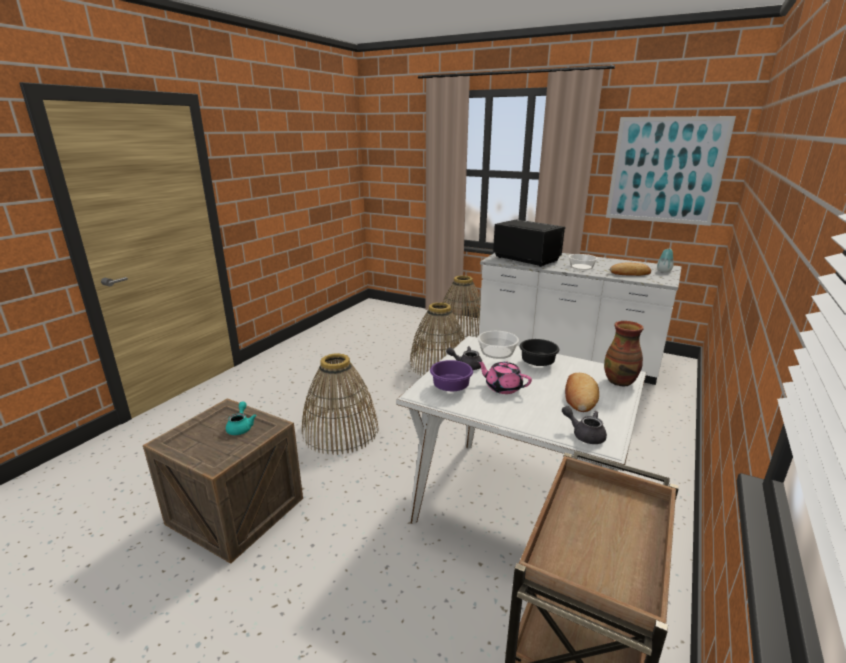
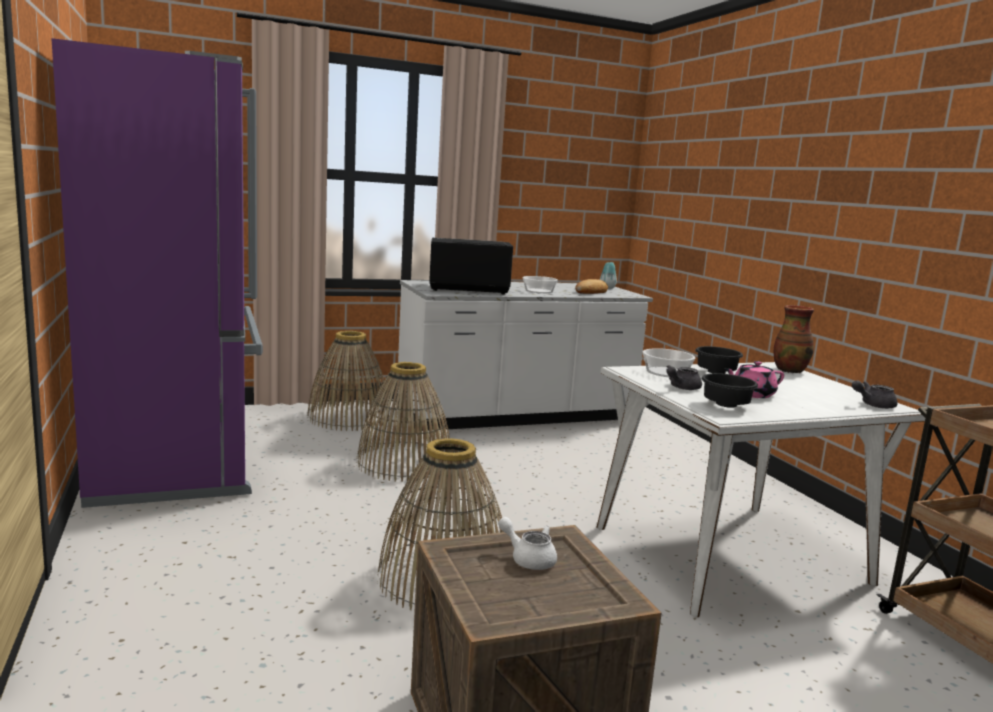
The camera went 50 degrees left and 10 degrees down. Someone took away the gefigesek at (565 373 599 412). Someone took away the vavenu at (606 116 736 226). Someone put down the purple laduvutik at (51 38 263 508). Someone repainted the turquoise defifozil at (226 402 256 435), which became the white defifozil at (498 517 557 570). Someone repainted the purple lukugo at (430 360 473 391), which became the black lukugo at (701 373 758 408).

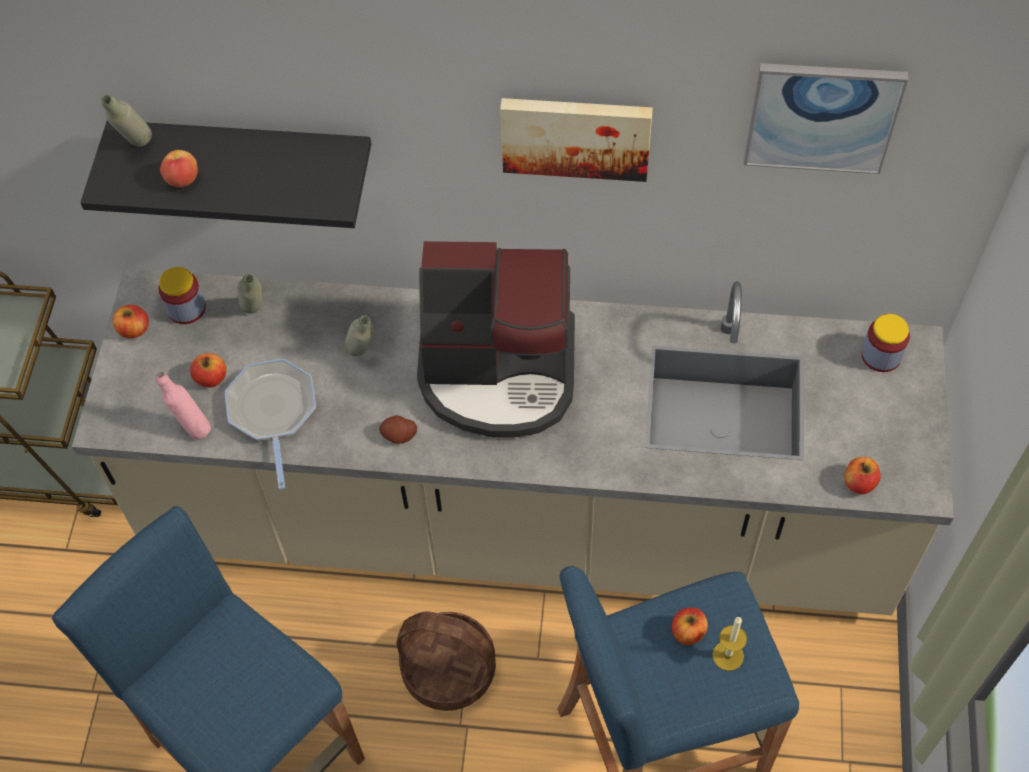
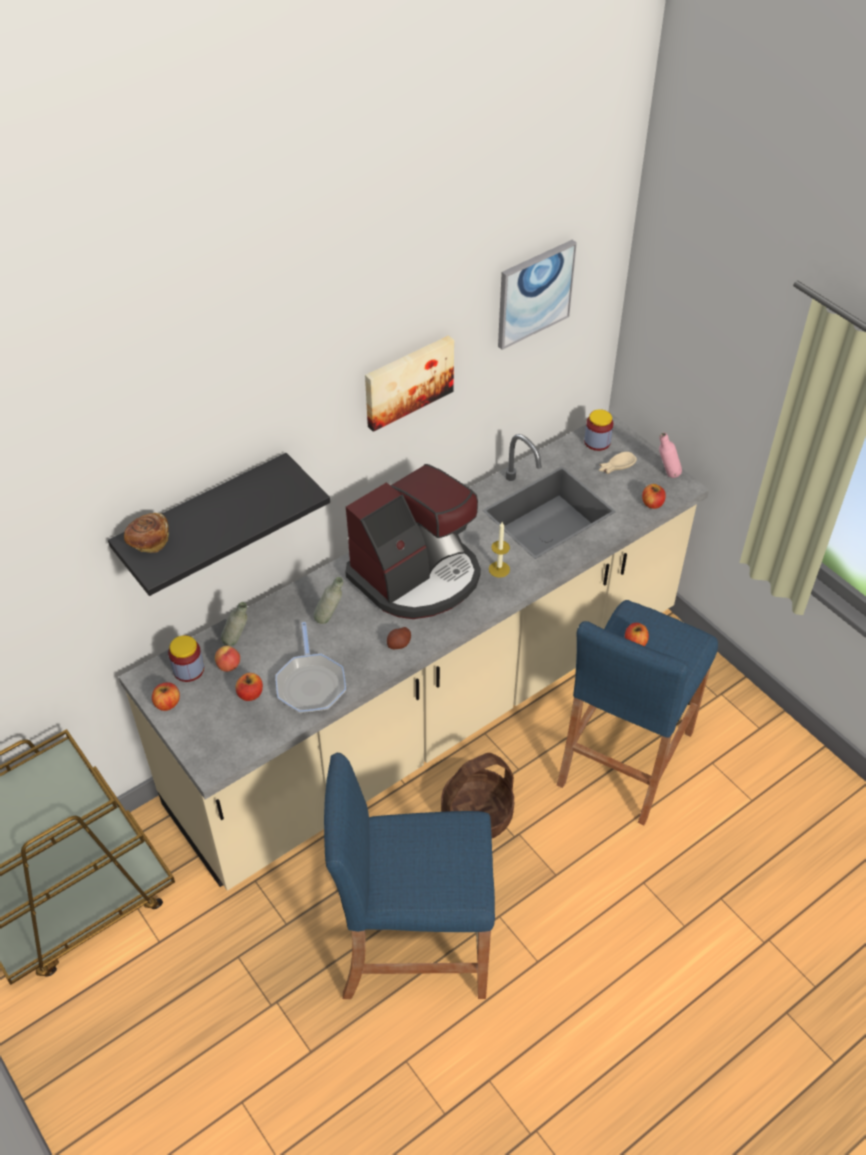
The camera went 45 degrees left and 10 degrees down. Someone put down the beige lukugo at (599 452 637 474). Someone carried the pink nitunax from (155 372 211 440) to (659 432 682 478). Someone carried the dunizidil from (160 150 198 187) to (215 646 240 672). Someone carried the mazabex from (712 617 747 671) to (489 522 510 578). Someone swapped the grey nitunax at (101 95 152 147) for the gefigesek at (124 513 169 553). Someone rotated the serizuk at (225 359 316 490) by 135 degrees counterclockwise.

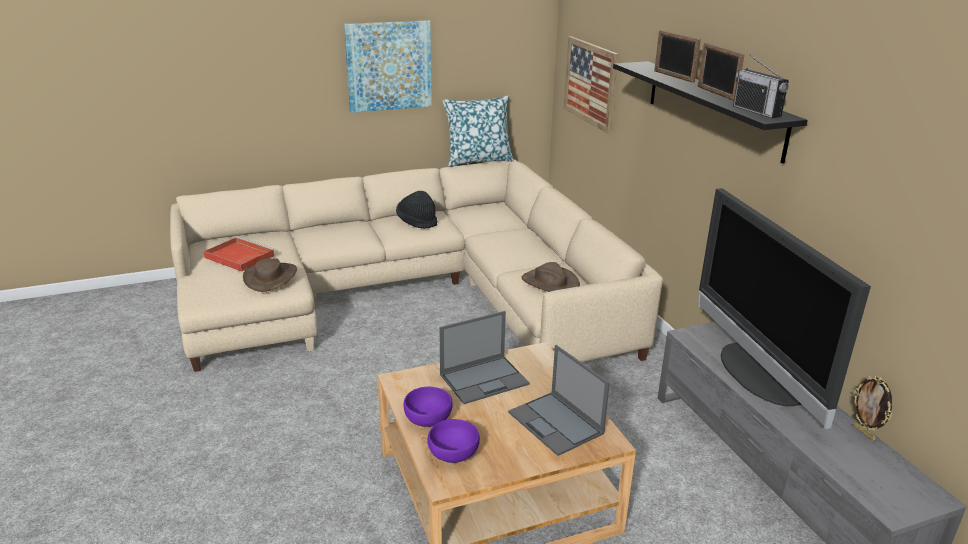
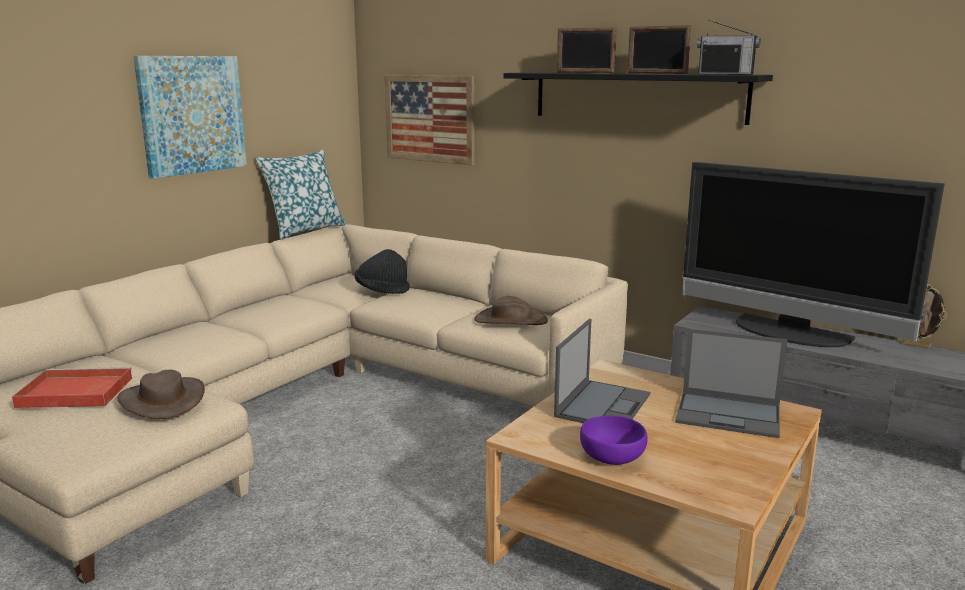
The camera went 35 degrees left and 10 degrees down. Someone took away the purple lukugo at (427 419 480 463). Someone carried the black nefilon from (396 191 437 229) to (355 249 409 294).

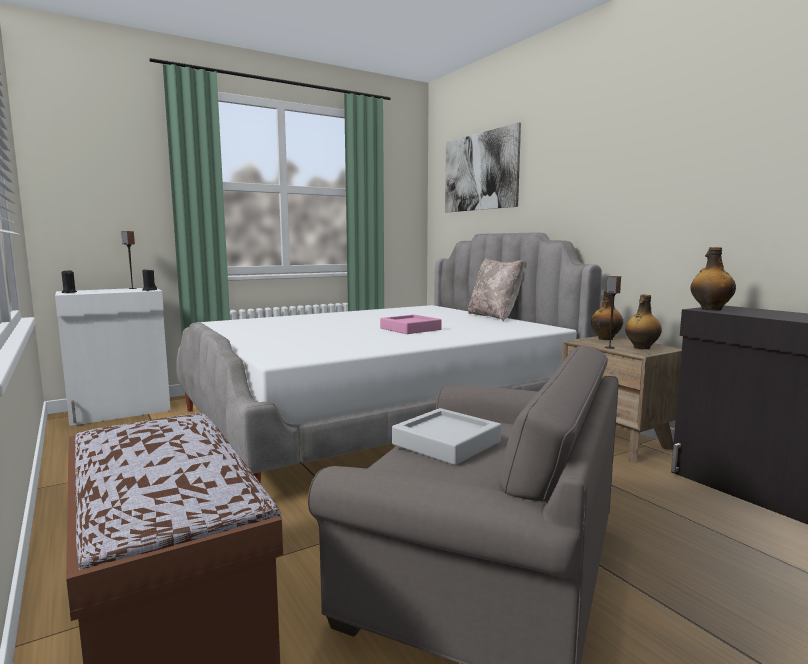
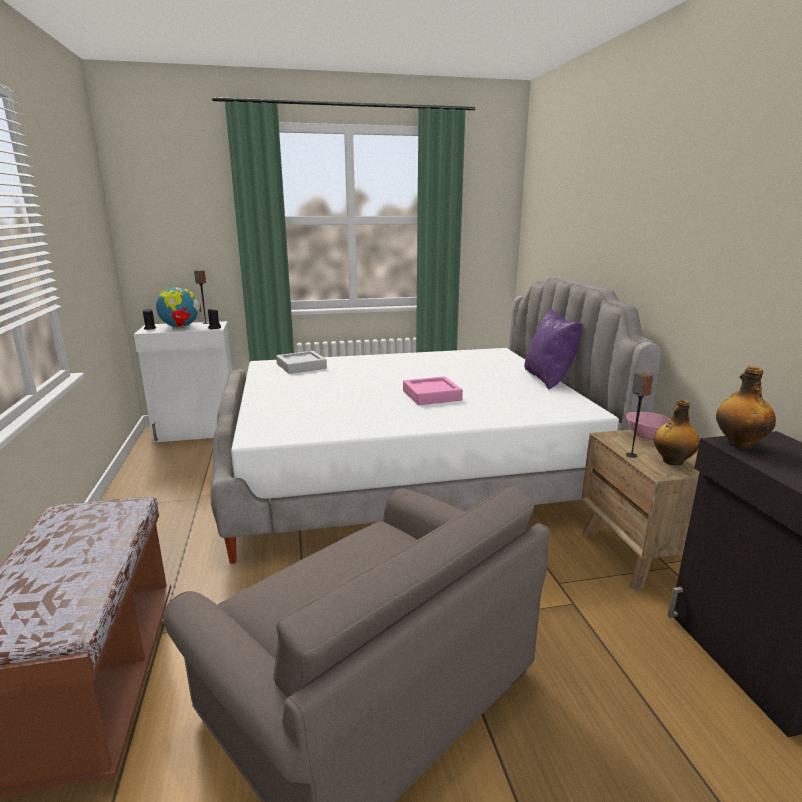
The camera went 20 degrees right and 10 degrees up. Someone took away the vavenu at (445 123 521 213). Someone put down the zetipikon at (156 287 201 328). Someone carried the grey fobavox from (392 408 501 465) to (276 351 327 374). Someone swapped the nitunax at (591 290 623 340) for the pink lukugo at (626 412 670 440). Someone repainted the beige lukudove at (468 259 524 321), which became the purple lukudove at (524 309 582 390).

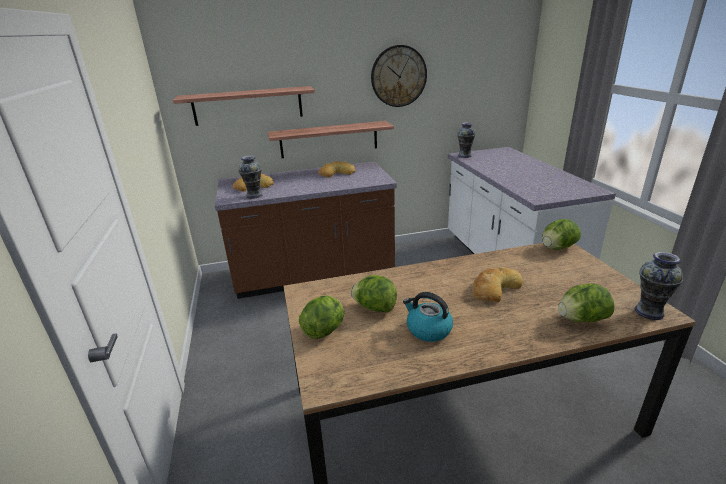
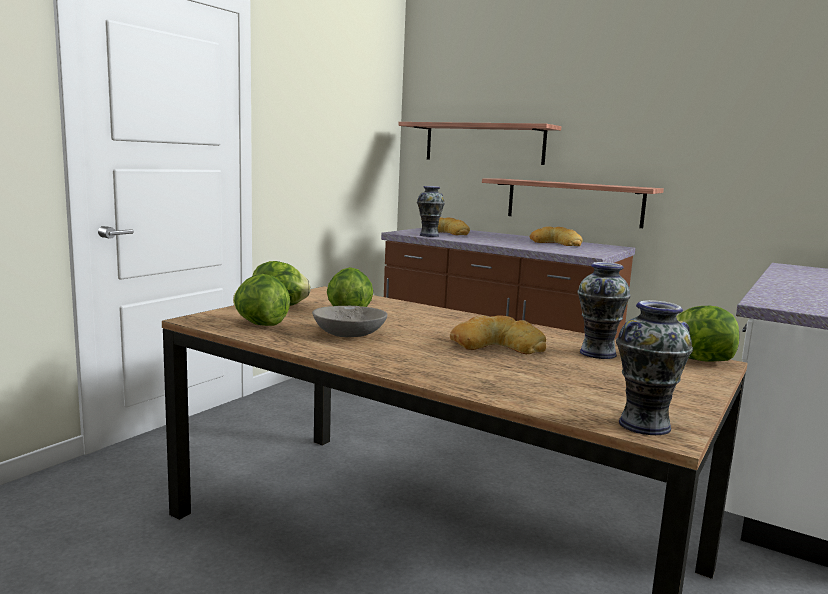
The camera went 45 degrees right and 15 degrees down. Someone took away the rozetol at (371 45 427 107). Someone carried the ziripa from (457 122 476 158) to (577 262 631 359). Someone carried the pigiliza from (558 283 615 322) to (233 274 290 326). Someone swapped the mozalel at (403 292 453 342) for the grey lukugo at (312 306 388 337).

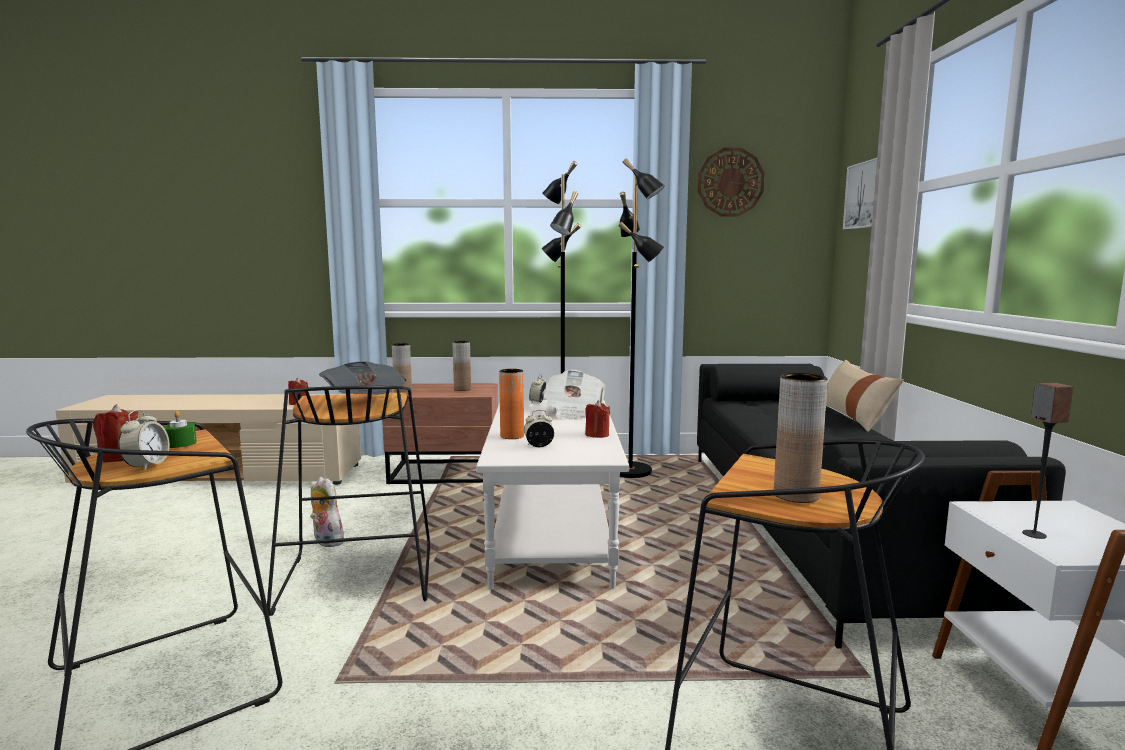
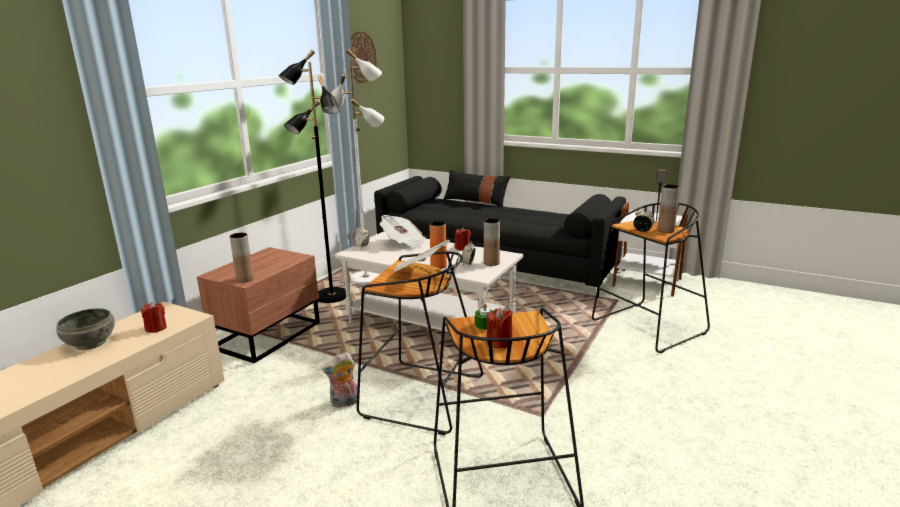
The camera went 60 degrees left and 10 degrees up. Someone took away the vavenu at (843 158 877 230). Someone put down the grey lukugo at (56 308 115 350). Someone carried the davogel from (118 410 170 470) to (633 208 655 232). Someone carried the brown ziripa from (452 341 471 391) to (484 218 500 266). Someone repainted the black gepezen at (618 158 665 478), which became the white gepezen at (331 49 384 285). Someone repainted the beige lukudove at (826 360 904 432), which became the black lukudove at (444 170 511 207).

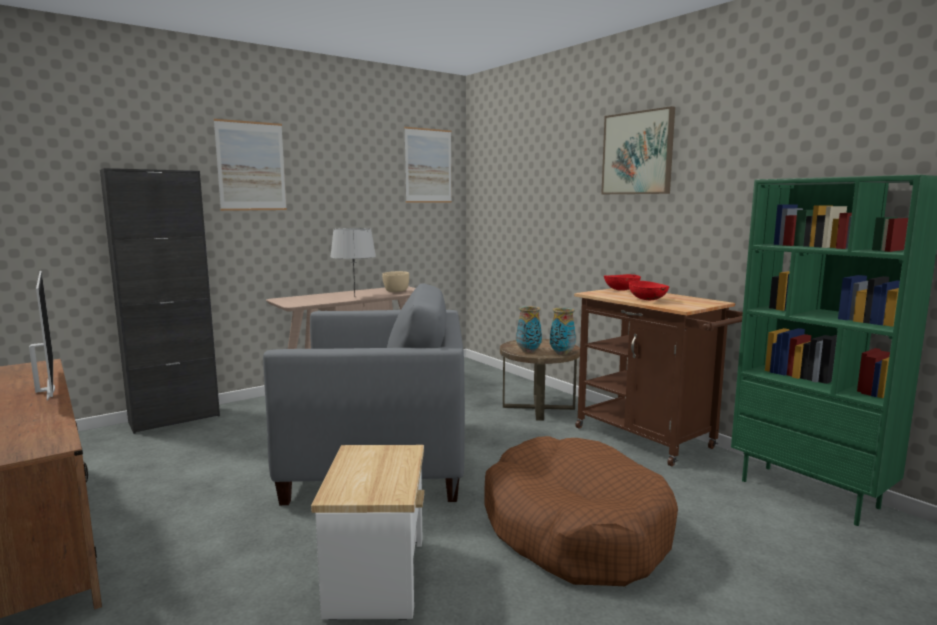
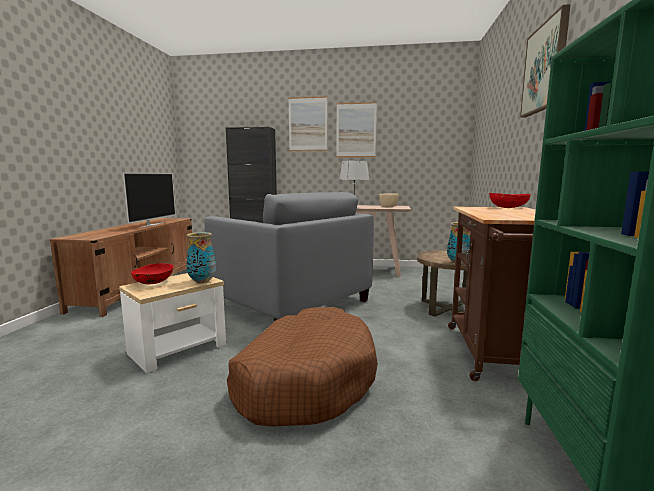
The camera went 45 degrees right and 0 degrees up. Someone carried the vavenu from (404 127 452 203) to (336 102 377 157). Someone carried the ziripa from (516 306 542 353) to (187 232 216 284). Someone carried the red lukugo from (629 280 670 300) to (131 263 174 284).

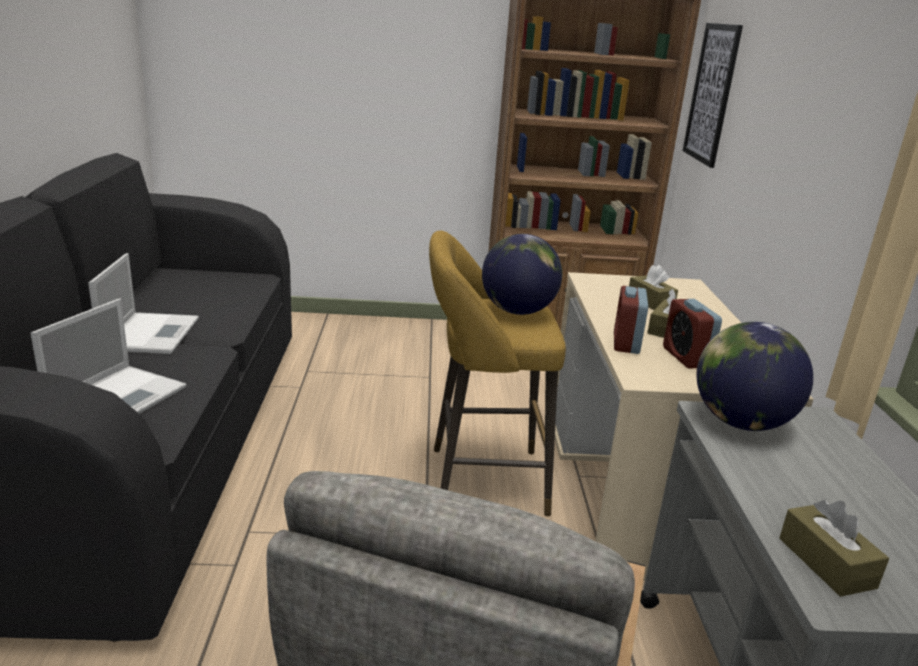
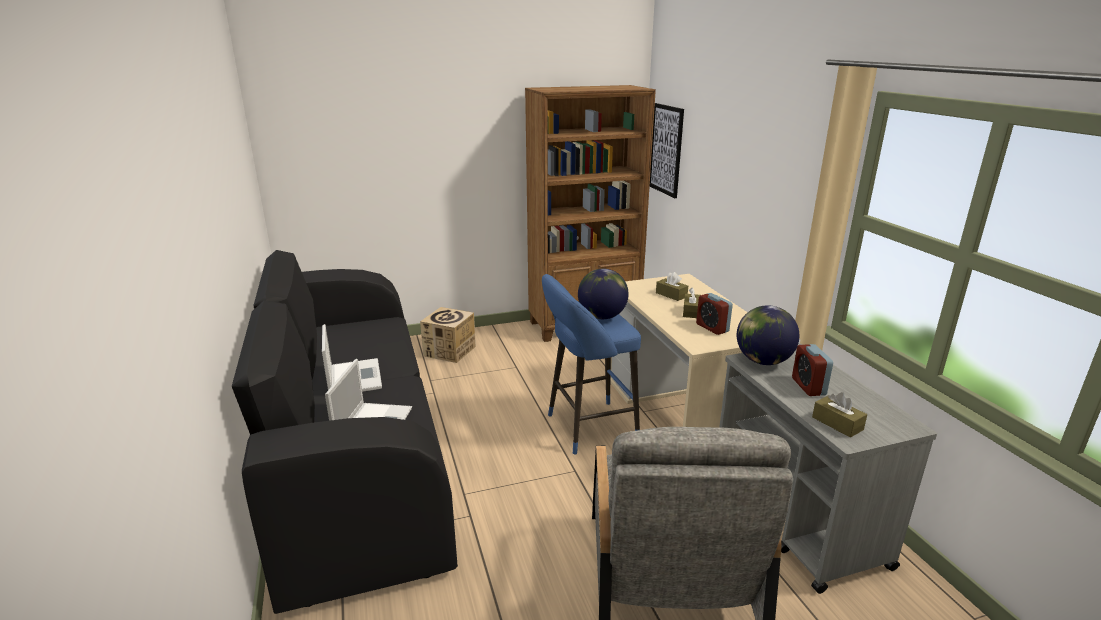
The camera went 15 degrees left and 0 degrees up. Someone put down the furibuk at (420 307 476 363). Someone carried the davogel from (614 286 648 354) to (792 344 833 396). Someone repainted the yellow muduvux at (429 231 566 516), which became the blue muduvux at (542 274 641 454).

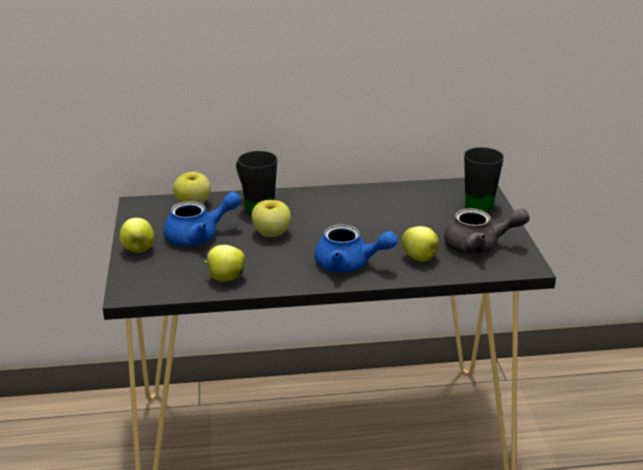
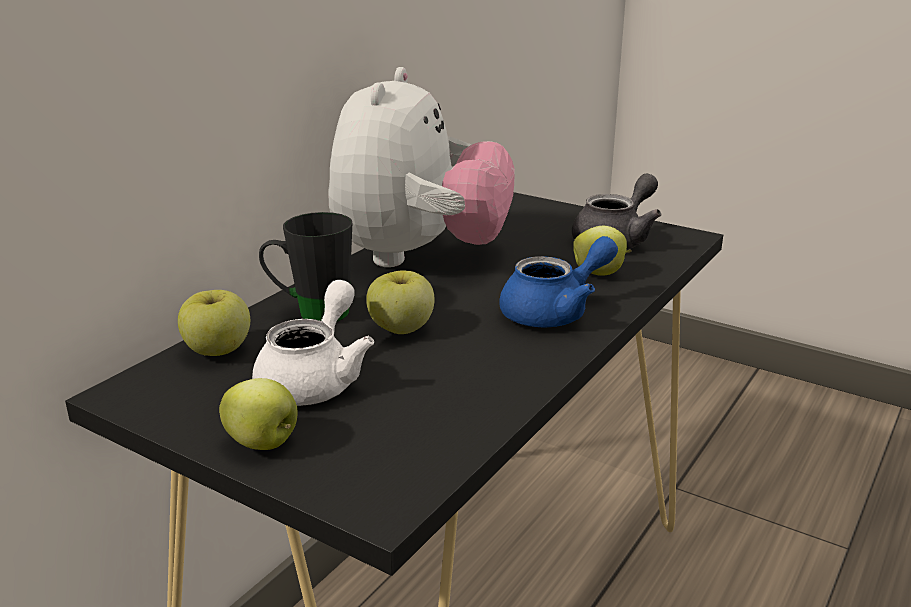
The camera went 50 degrees left and 5 degrees down. Someone took away the dunizidil at (204 245 245 282). Someone took away the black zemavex at (464 147 504 212). Someone put down the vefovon at (328 67 515 267). Someone repainted the blue defifozil at (163 191 241 246), which became the white defifozil at (252 280 374 406).

